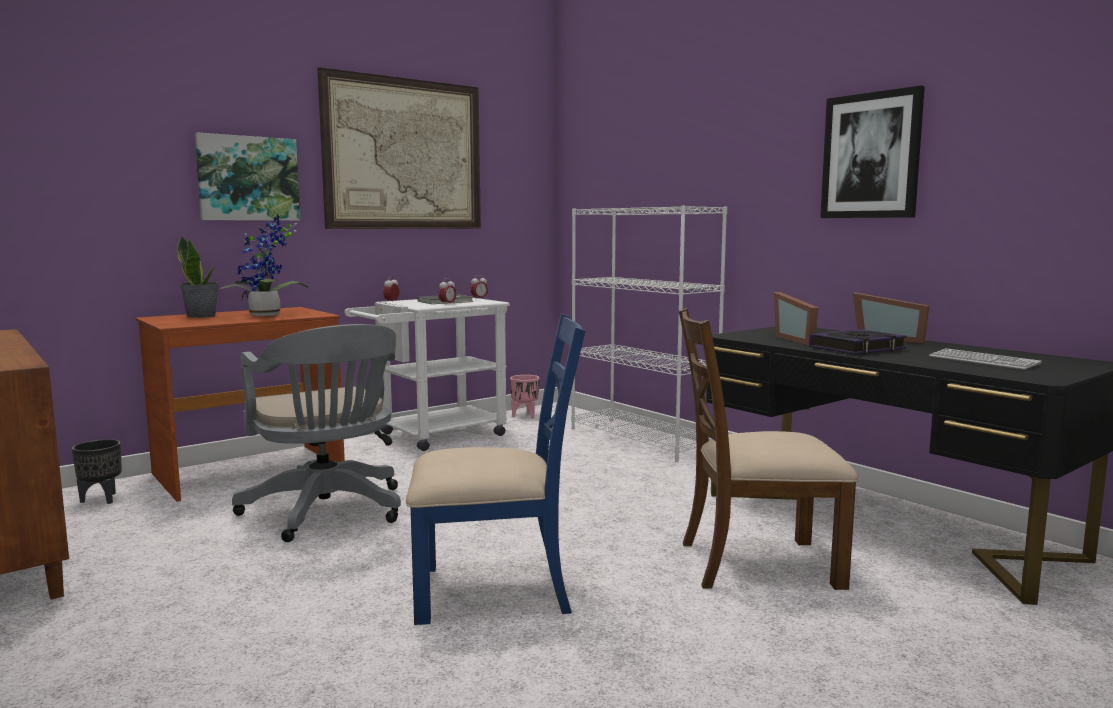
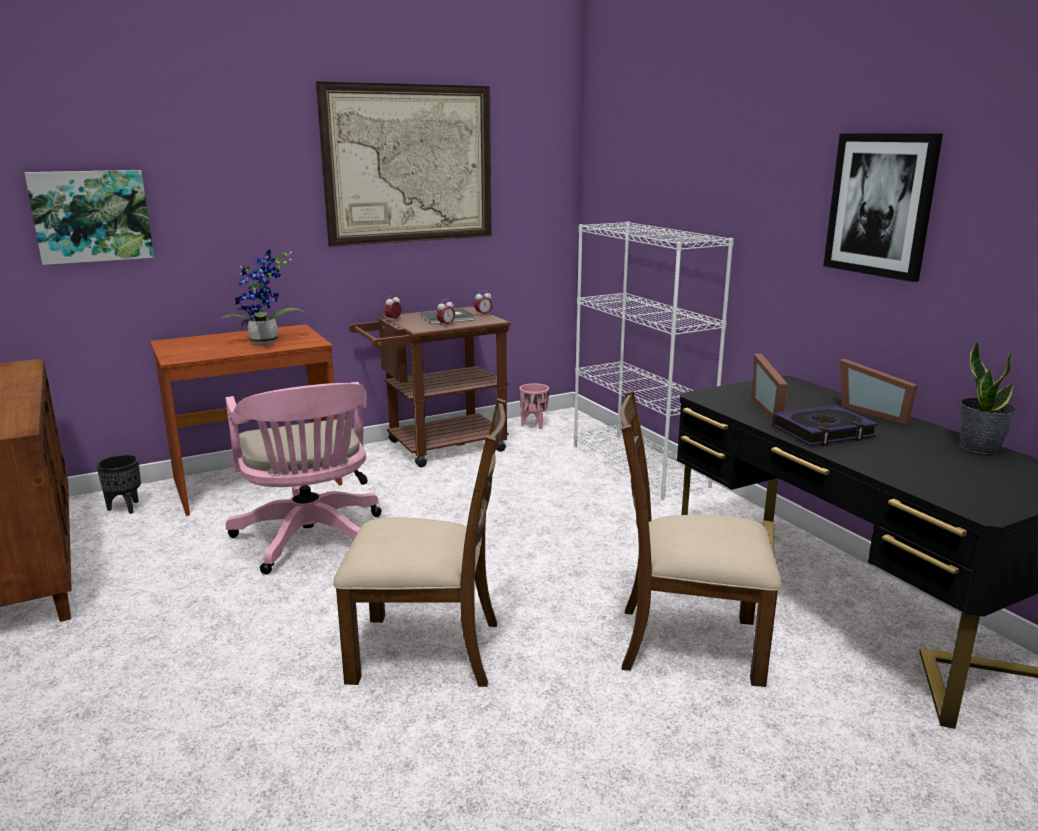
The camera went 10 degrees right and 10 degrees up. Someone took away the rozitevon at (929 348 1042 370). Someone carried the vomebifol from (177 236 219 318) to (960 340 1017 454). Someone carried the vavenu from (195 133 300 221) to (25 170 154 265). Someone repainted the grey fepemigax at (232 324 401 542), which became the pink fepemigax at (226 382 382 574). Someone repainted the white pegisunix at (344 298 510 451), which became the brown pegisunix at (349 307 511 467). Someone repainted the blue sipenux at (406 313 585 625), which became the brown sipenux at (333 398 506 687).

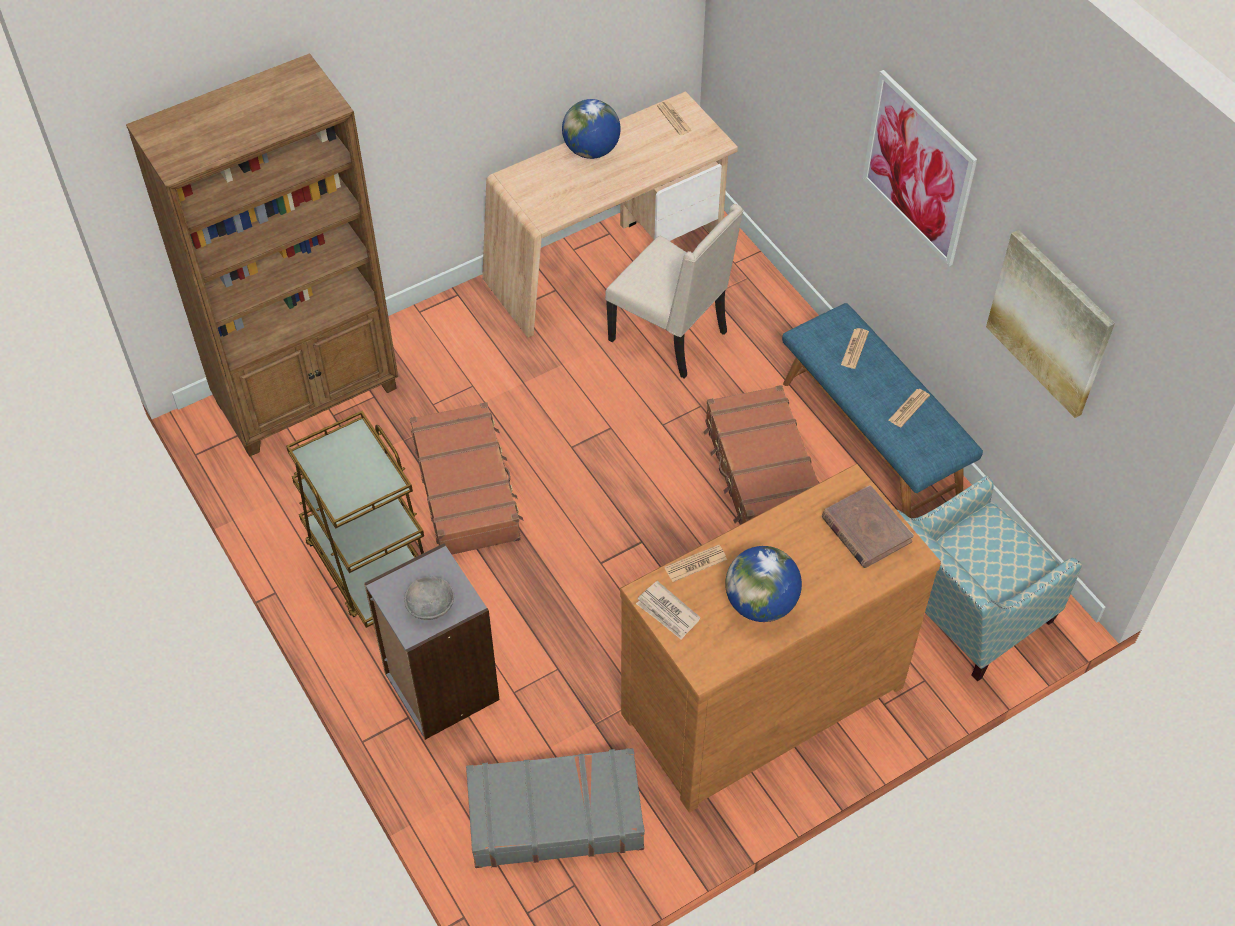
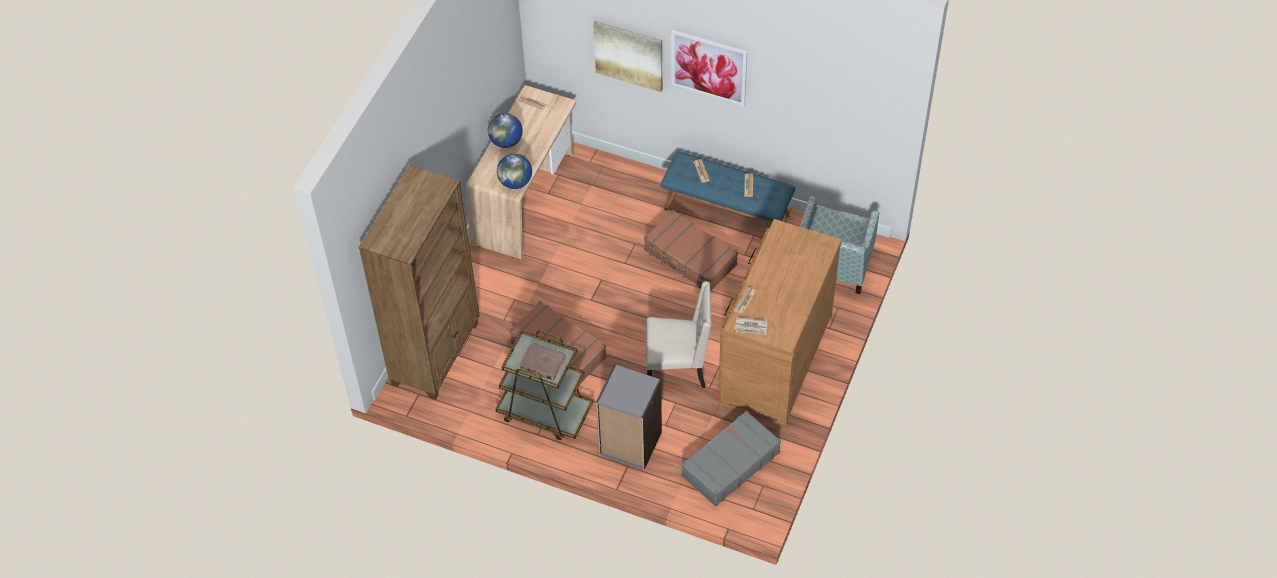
The camera went 35 degrees left and 0 degrees up. Someone took away the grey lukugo at (404 576 454 620). Someone carried the beige sipenux from (605 204 743 378) to (646 281 711 388). Someone carried the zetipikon from (725 546 802 622) to (497 154 532 189). Someone carried the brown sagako from (822 485 914 568) to (519 342 566 380). Someone carried the vavenu from (986 230 1115 418) to (593 21 663 92).

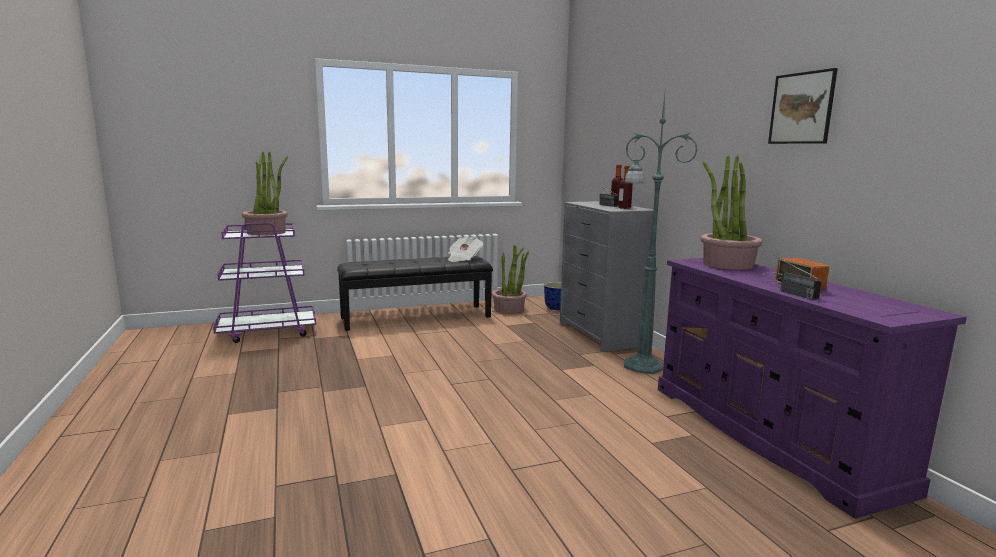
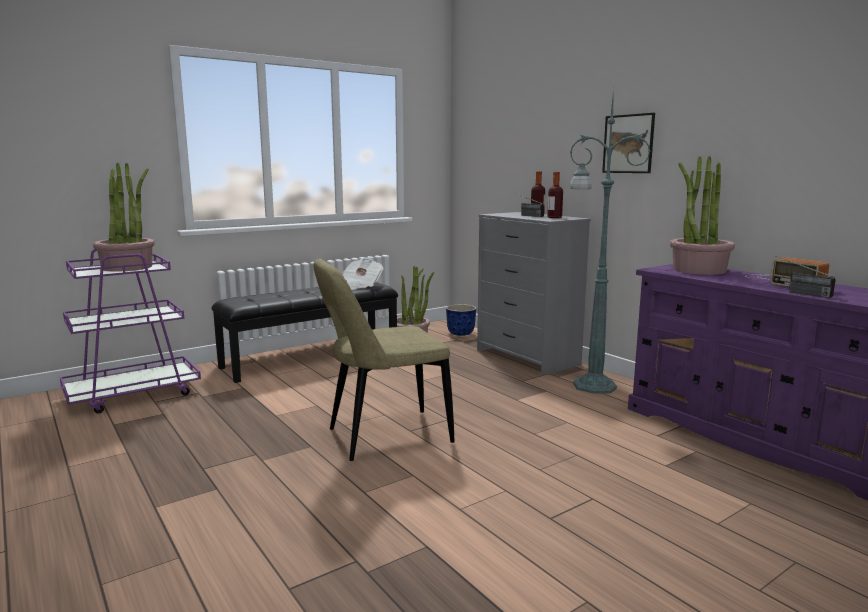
The camera went 15 degrees left and 0 degrees up. Someone put down the beige sipenux at (313 259 455 461). Someone carried the vavenu from (768 68 838 144) to (602 113 655 173).

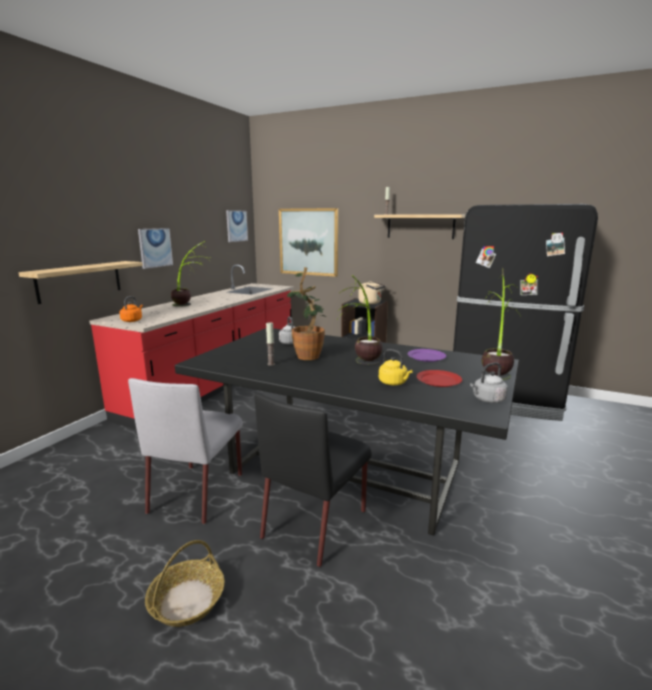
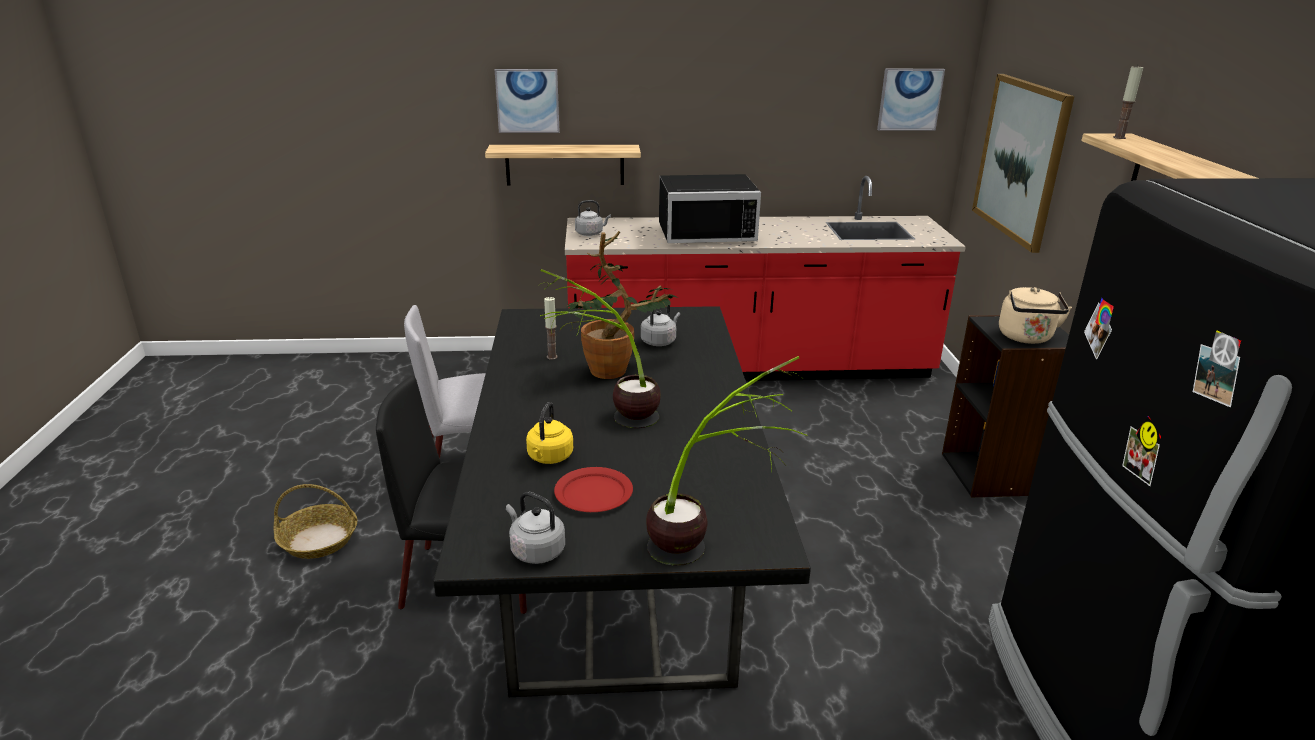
The camera went 60 degrees right and 10 degrees up. Someone took away the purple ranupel at (408 349 446 362). Someone carried the vavenu from (138 228 173 269) to (495 69 560 133). Someone swapped the vomebifol at (171 241 210 307) for the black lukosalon at (659 174 761 243). Someone repainted the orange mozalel at (119 296 143 322), which became the grey mozalel at (575 200 611 236).

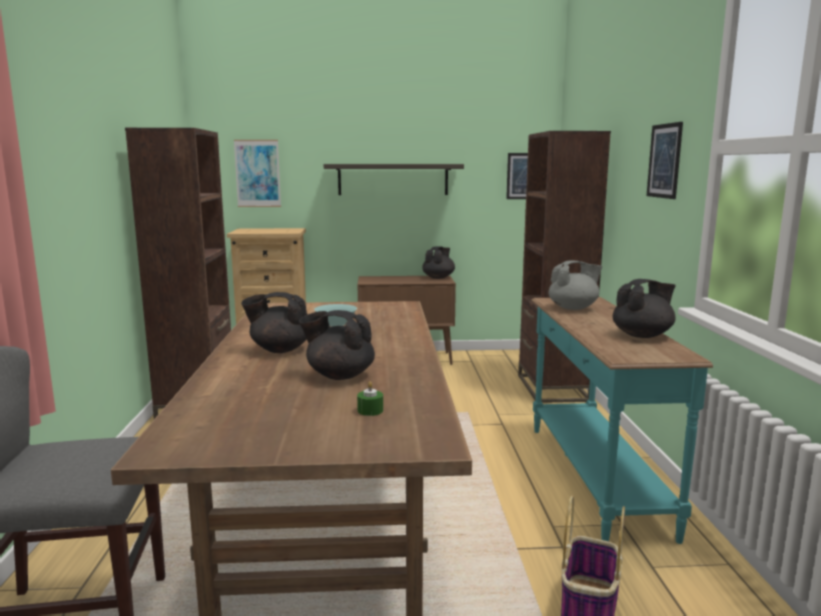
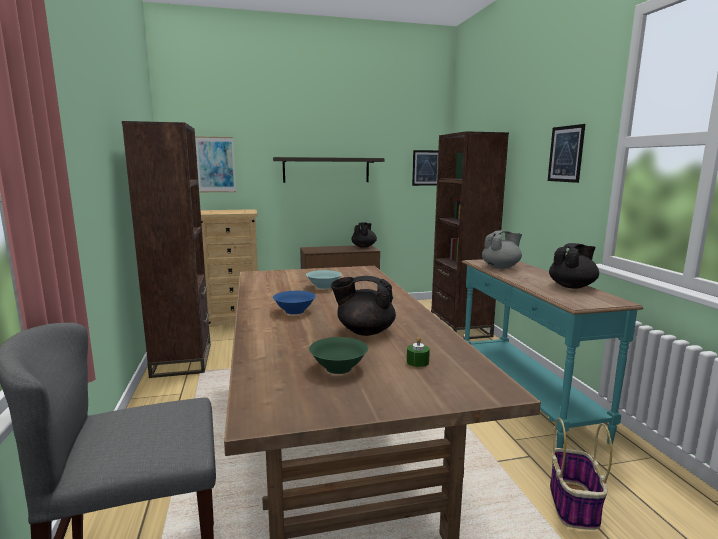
The camera went 10 degrees left and 0 degrees up. Someone put down the green lukugo at (309 337 368 374). Someone swapped the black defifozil at (241 292 307 353) for the blue lukugo at (273 291 316 315).

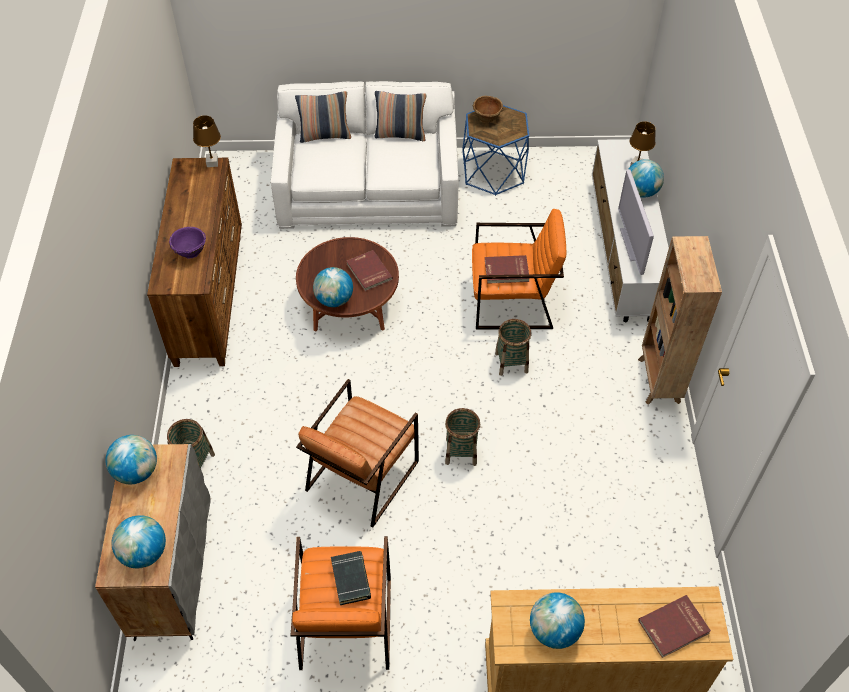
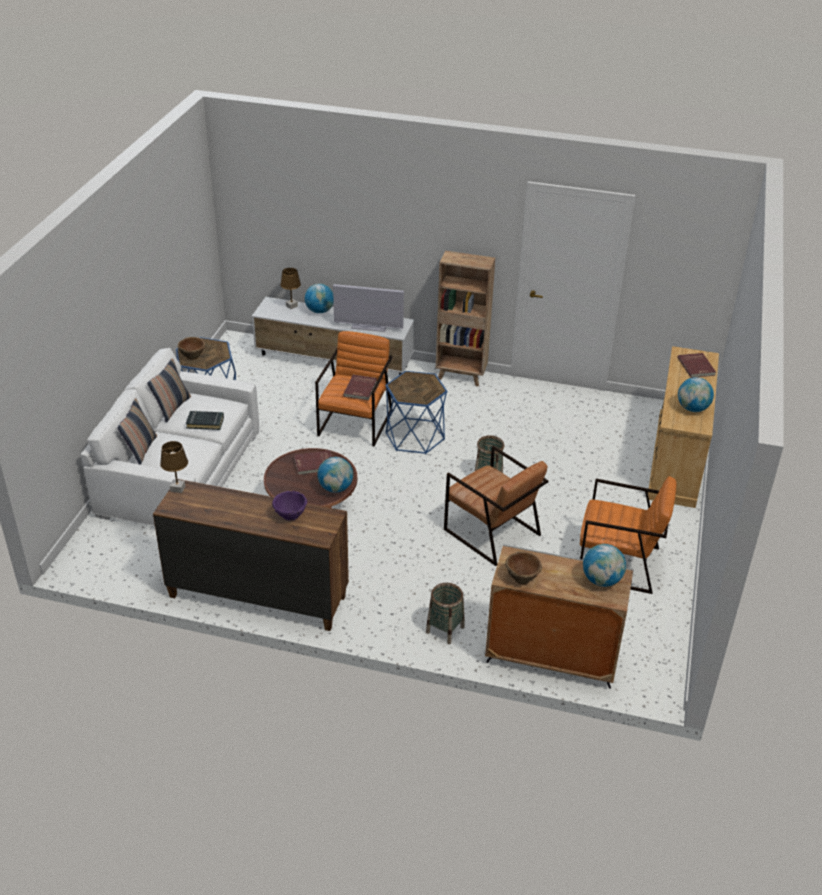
The camera went 75 degrees left and 15 degrees down. Someone carried the black sagako from (331 551 371 605) to (186 410 224 430). Someone swapped the zetipikon at (105 435 157 484) for the brown lukugo at (505 551 542 584). Someone swapped the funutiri at (495 319 531 376) for the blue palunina at (385 371 447 454).

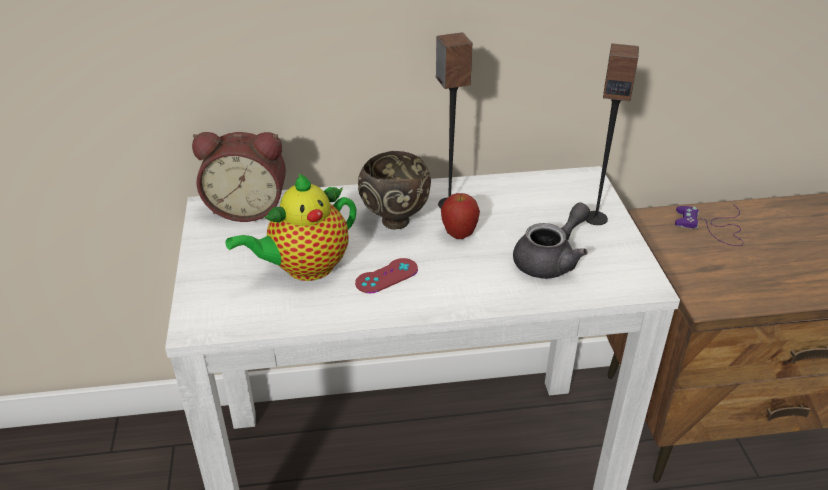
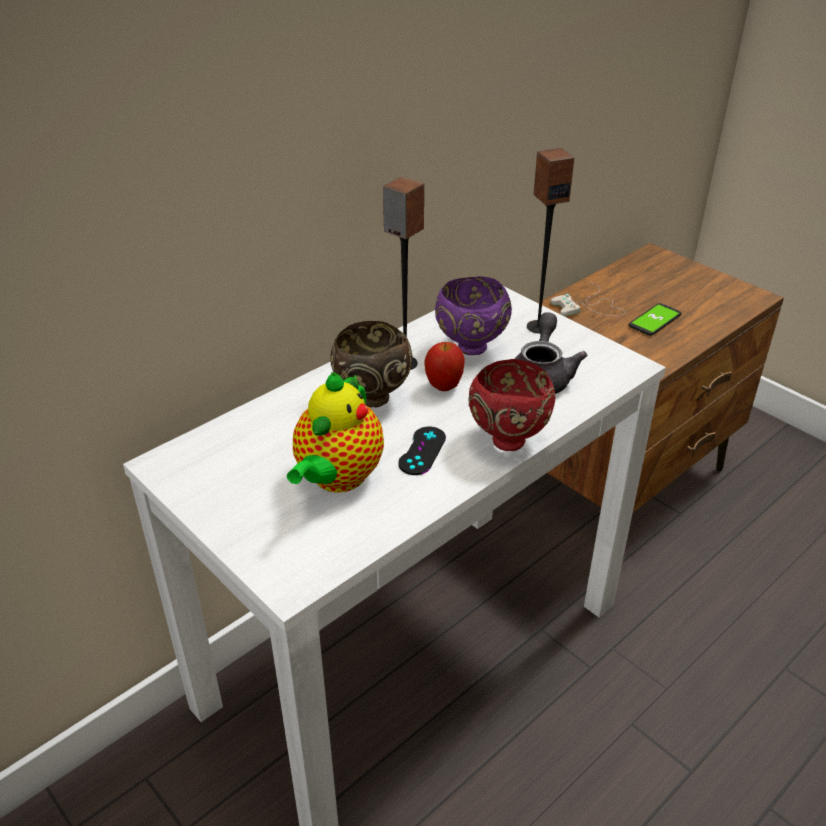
The camera went 35 degrees left and 0 degrees up. Someone took away the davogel at (192 132 286 222). Someone put down the purple lukugo at (435 276 512 355). Someone put down the red lukugo at (468 359 556 451). Someone put down the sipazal at (628 303 682 336). Someone repainted the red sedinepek at (355 258 418 293), which became the black sedinepek at (398 427 446 475). Someone repainted the purple sedinepek at (675 205 744 246), which became the white sedinepek at (551 282 626 316).

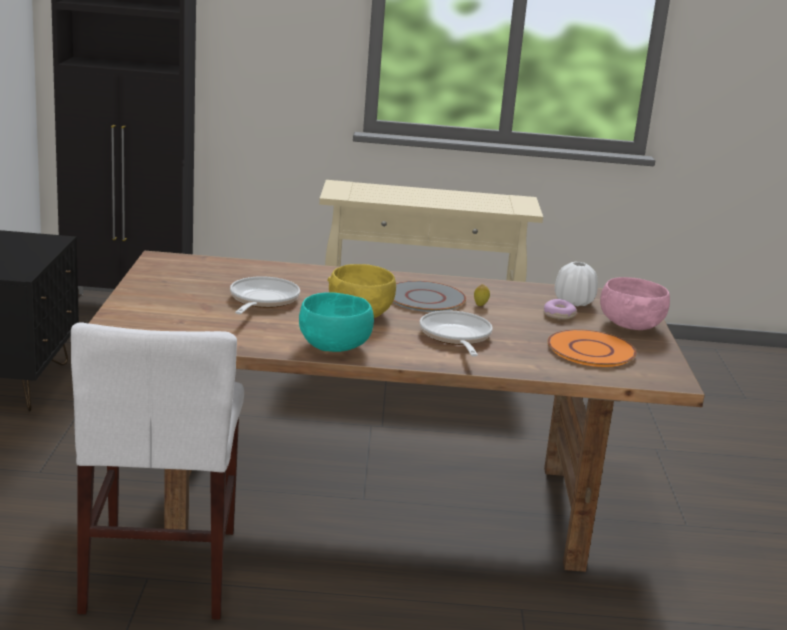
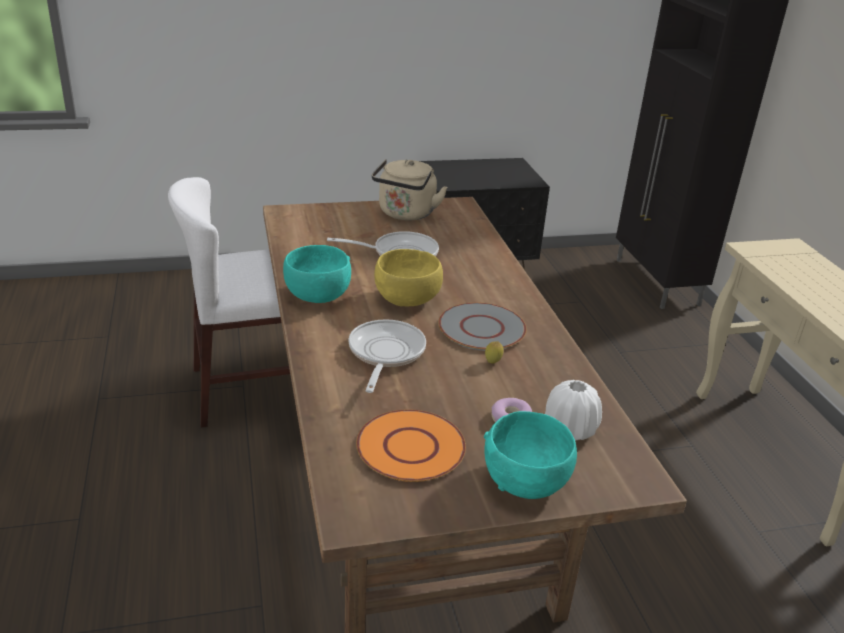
The camera went 75 degrees right and 10 degrees up. Someone put down the beige mozalel at (372 159 447 220). Someone repainted the pink lukugo at (600 277 670 330), which became the turquoise lukugo at (484 411 577 499). Someone rotated the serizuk at (420 310 493 357) by 60 degrees counterclockwise.

